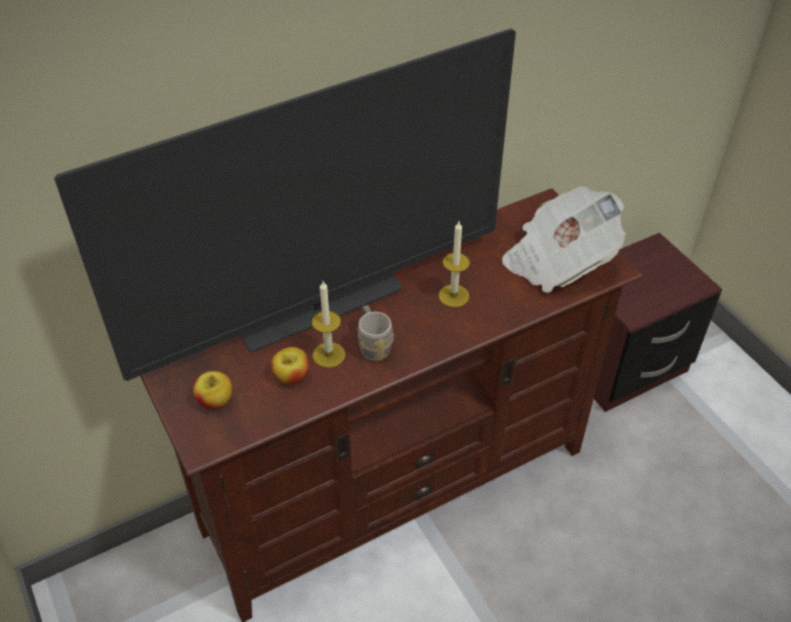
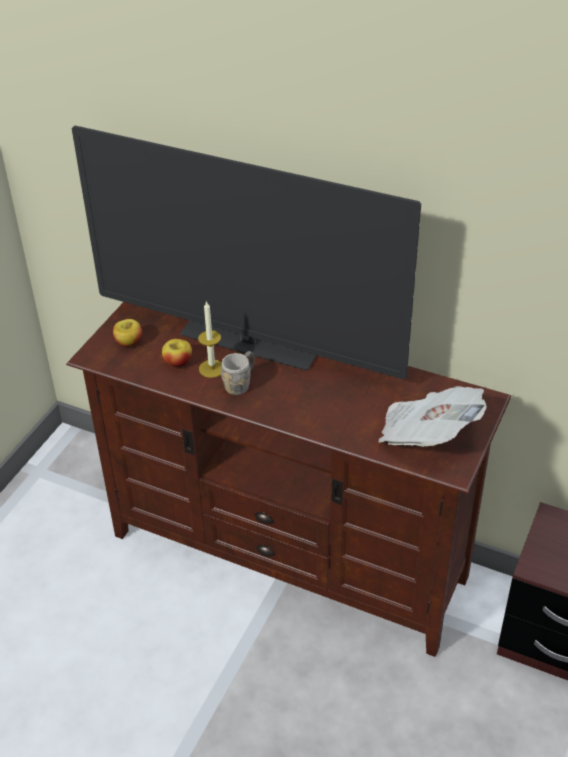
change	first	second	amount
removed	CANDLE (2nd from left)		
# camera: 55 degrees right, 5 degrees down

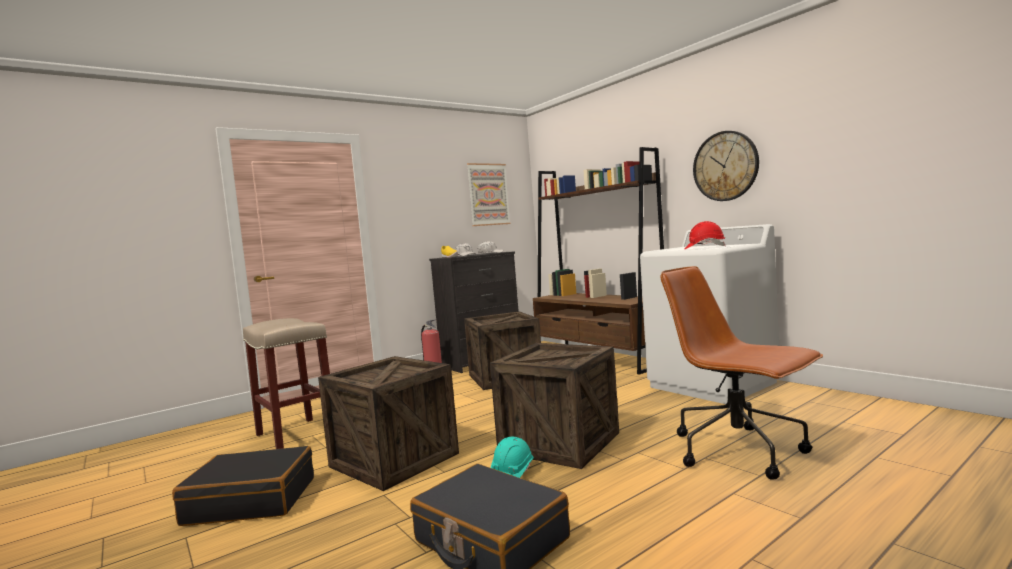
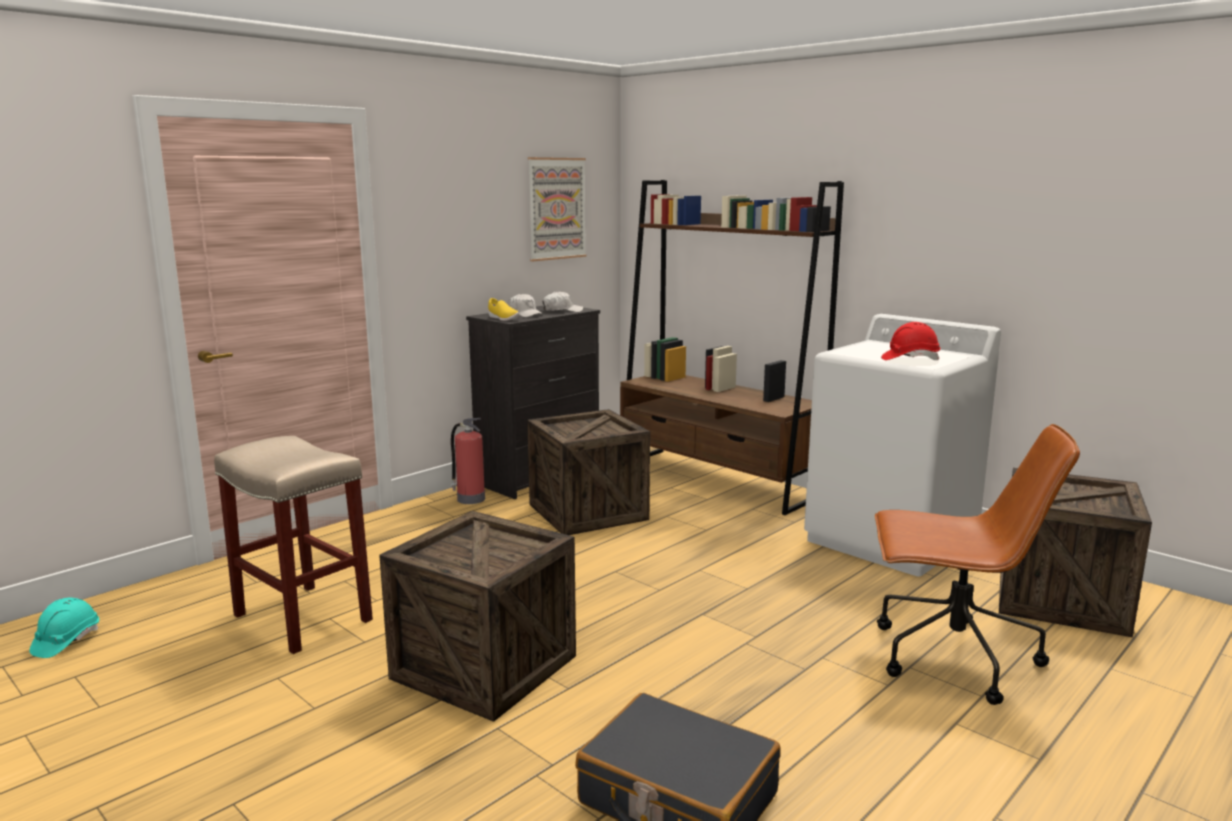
change	first	second	amount
removed	WALL CLOCK		
turned	BROWN OFFICE CHAIR		150 degrees clockwise
moved	CRATE (3rd from left)		
moved	TURQUOISE HARD HAT		
removed	BLACK SUITCASE (1st from left)		
# camera: 10 degrees left, 10 degrees up

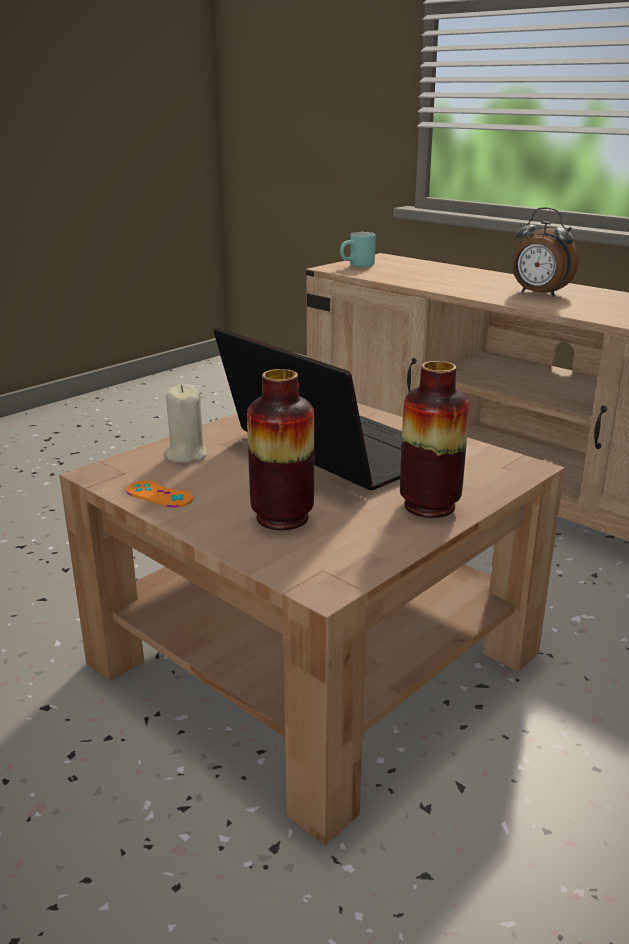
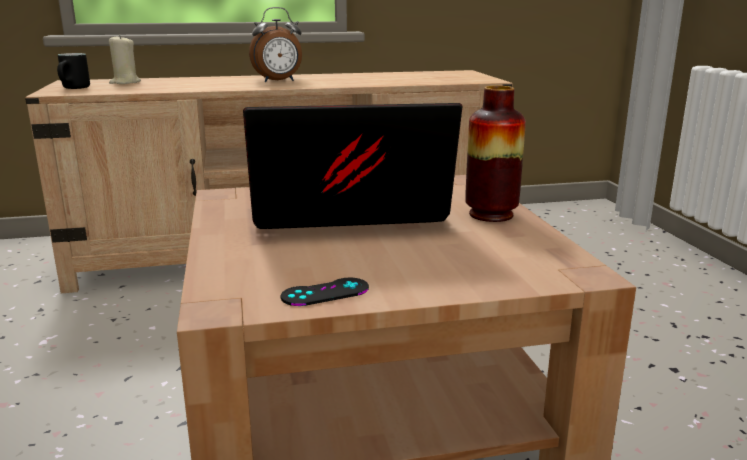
change	first	second	amount
recoloured	TURQUOISE MUG	BLACK MUG	
removed	VASE (1st from left)		
moved	BEIGE CANDLE		
recoloured	ORANGE GAME CONTROLLER	BLACK GAME CONTROLLER	
# camera: 55 degrees left, 5 degrees down

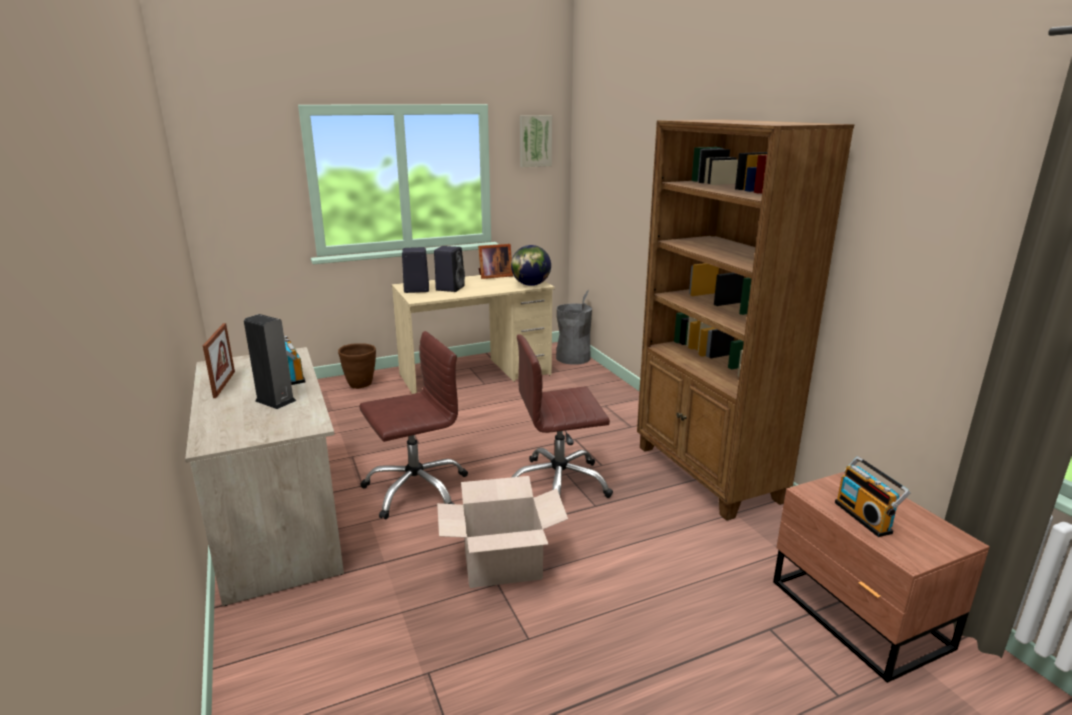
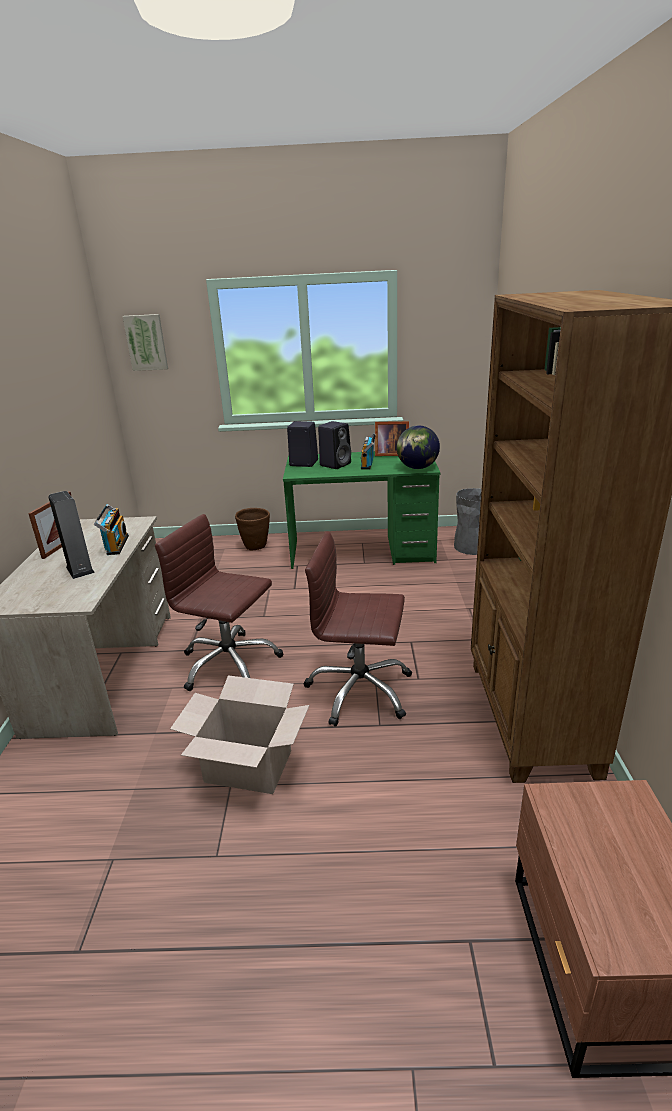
change	first	second	amount
moved	PICTURE		
recoloured	BEIGE DESK (2nd from left)	GREEN DESK	
turned	BROWN OFFICE CHAIR (1st from left)		150 degrees counterclockwise
moved	RADIO (2nd from left)		
# camera: 25 degrees right, 5 degrees up

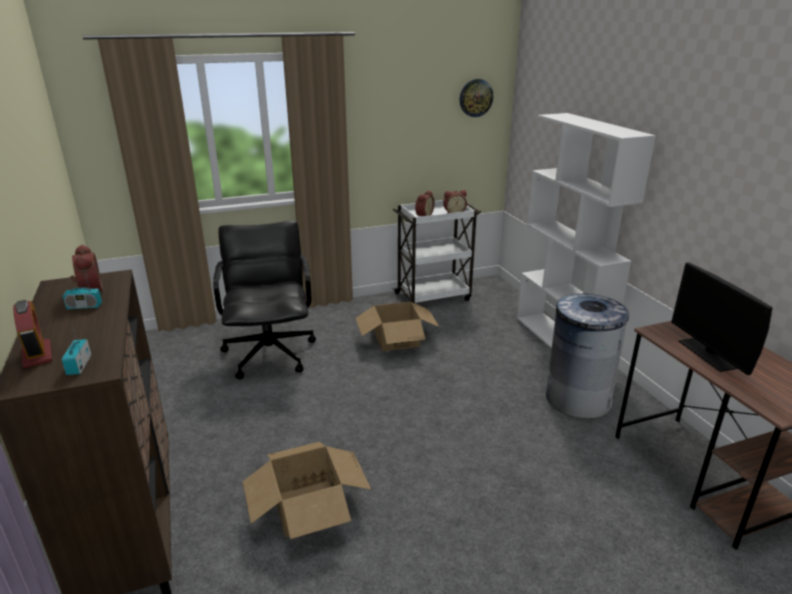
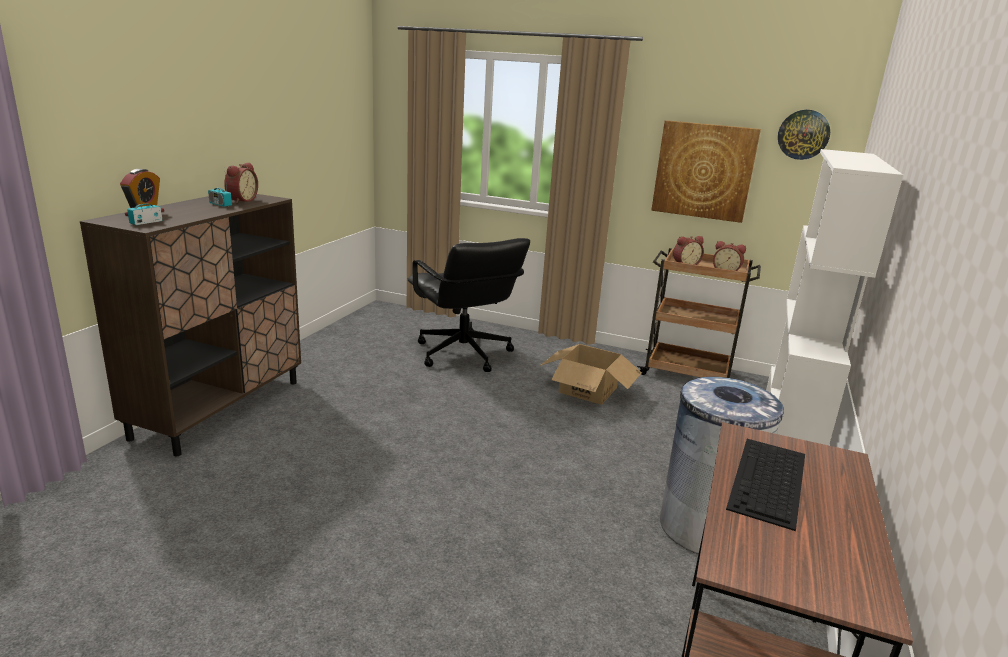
change	first	second	amount
recoloured	WHITE CART	BROWN CART	
turned	BLACK OFFICE CHAIR		120 degrees clockwise
replaced	MONITOR	KEYBOARD	
removed	CARDBOARD BOX (1st from left)		
added		PICTURE	
# camera: 40 degrees right, 5 degrees down

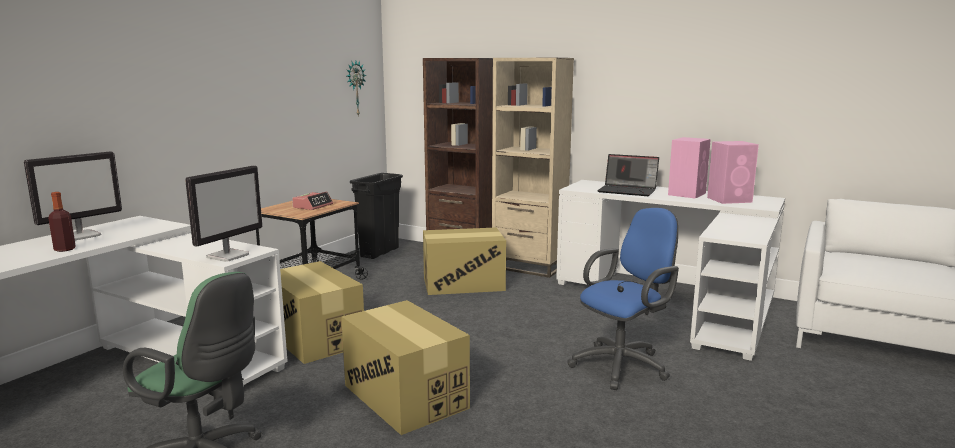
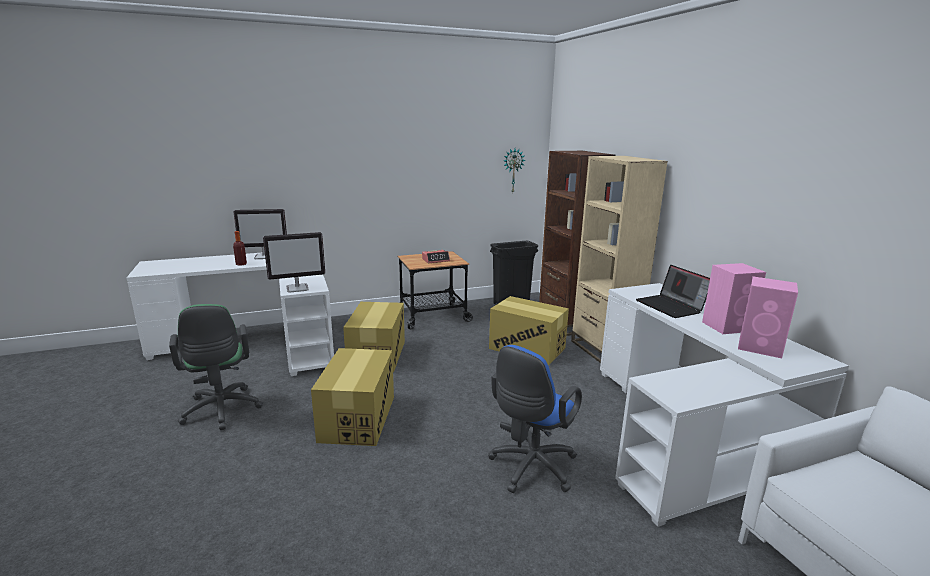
change	first	second	amount
turned	BLUE OFFICE CHAIR		120 degrees clockwise
# camera: 40 degrees right, 5 degrees up

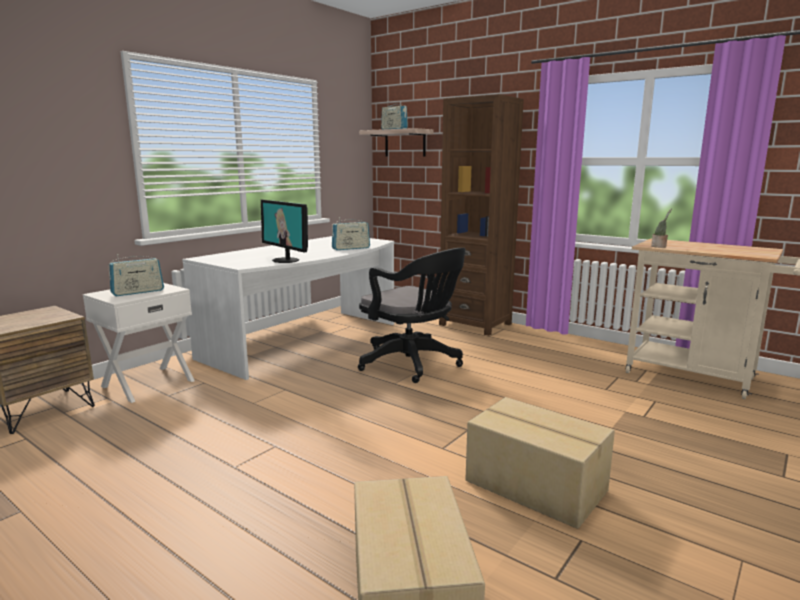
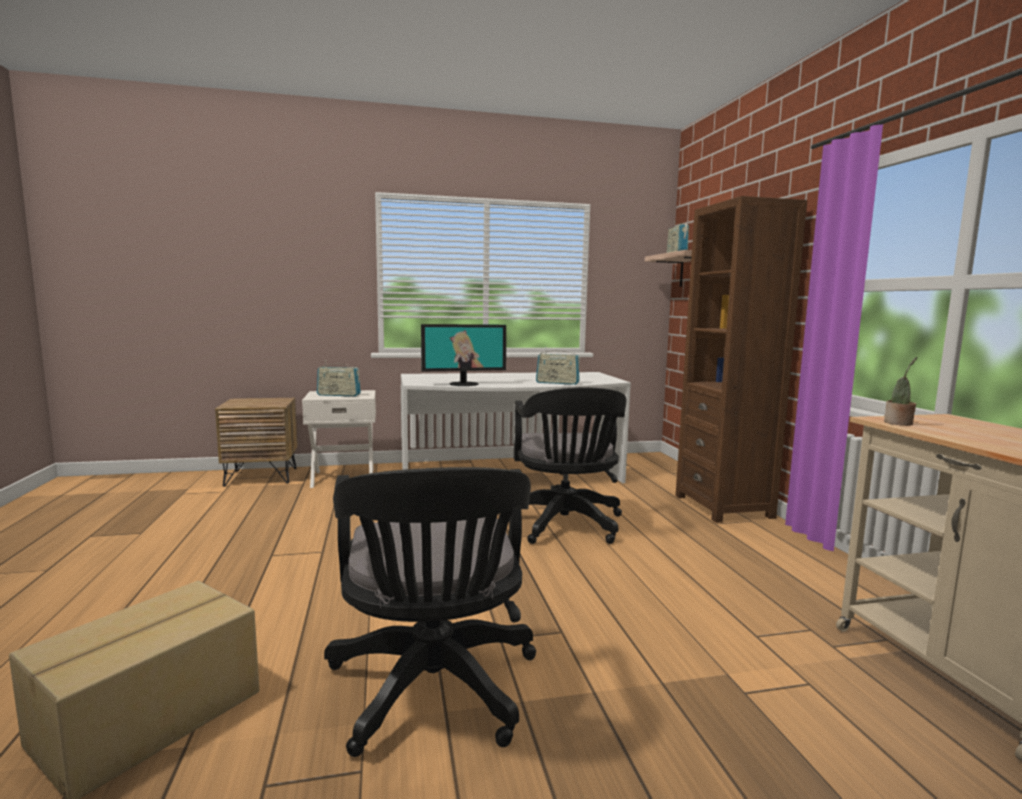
change	first	second	amount
turned	MONITOR		105 degrees counterclockwise
replaced	CARDBOARD BOX (2nd from left)	BLACK OFFICE CHAIR (1st from left)	
# camera: 40 degrees right, 5 degrees down

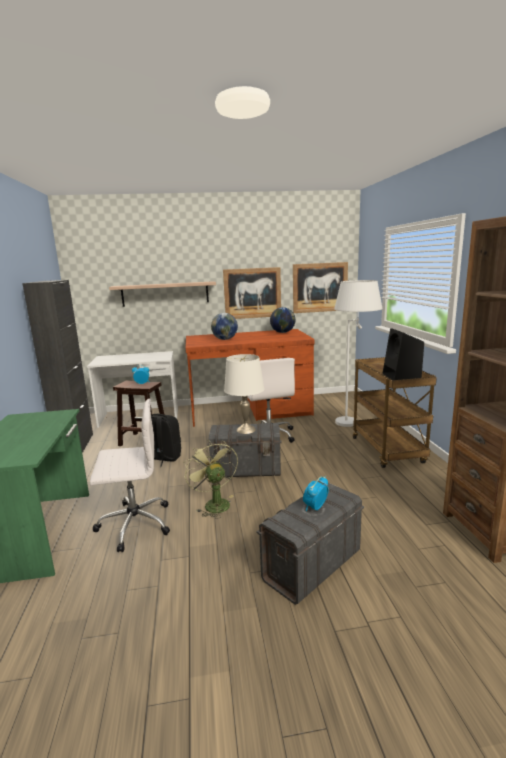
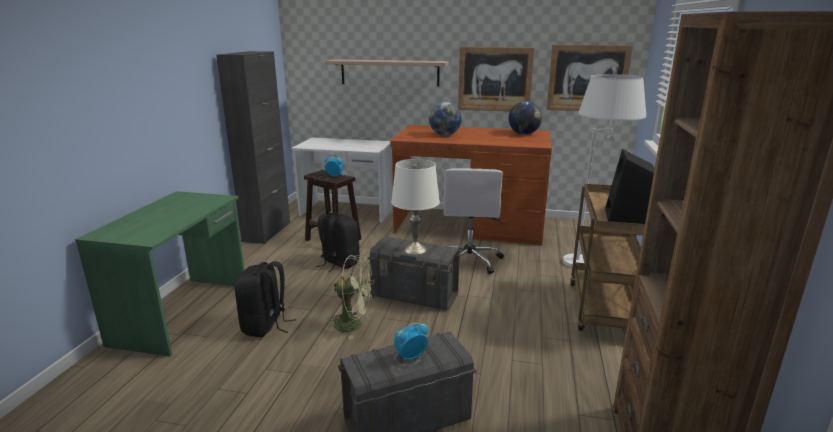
change	first	second	amount
replaced	WHITE OFFICE CHAIR (1st from left)	BLACK BACKPACK (1st from left)	
turned	GREEN FAN		105 degrees clockwise
# camera: 20 degrees right, 5 degrees up

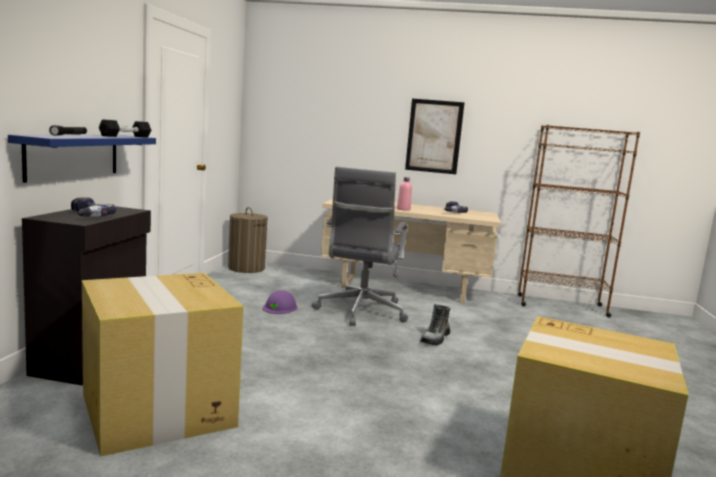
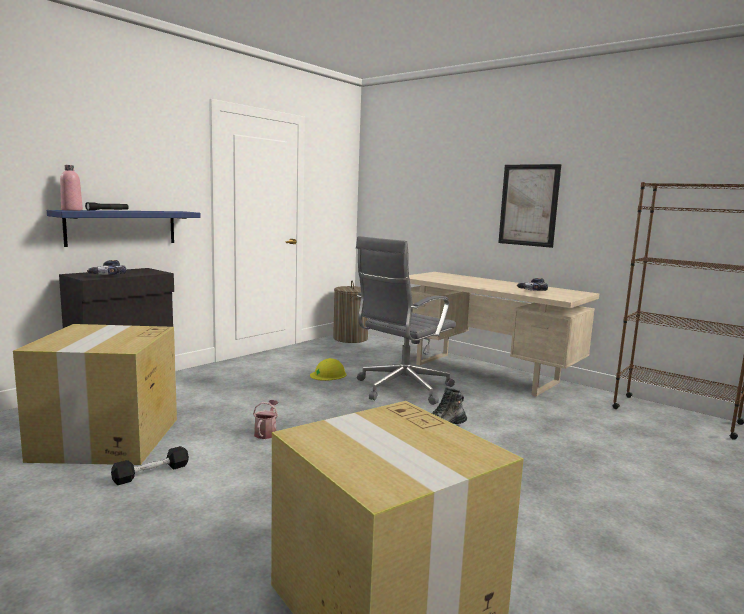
change	first	second	amount
moved	BLACK DUMBBELL		
moved	PINK BOTTLE		
recoloured	PURPLE HARD HAT	YELLOW HARD HAT	
added		WATERING CAN	
# camera: 30 degrees right, 0 degrees up

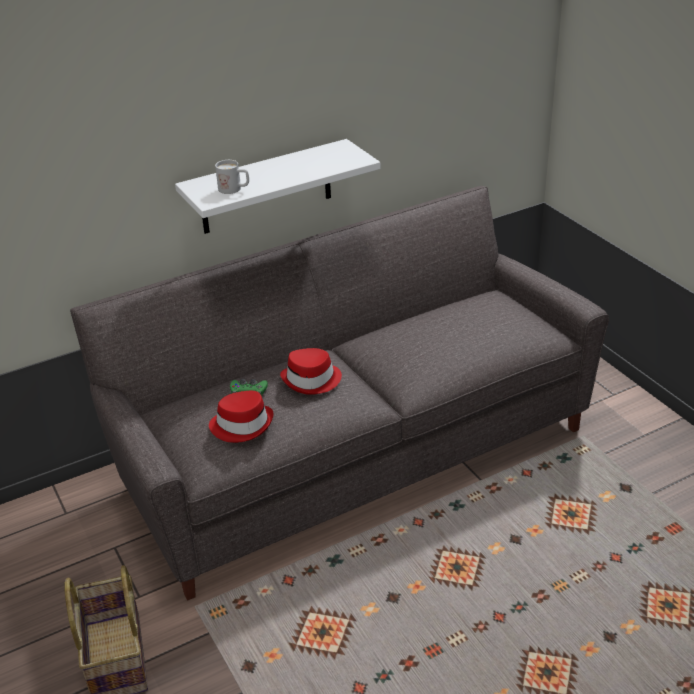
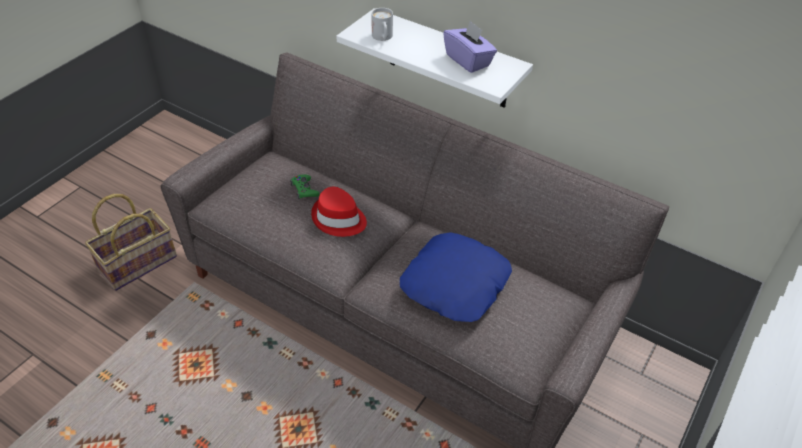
change	first	second	amount
removed	RED HAT (1st from left)		
added		PURPLE TISSUE BOX	
added		BLUE PILLOW	
# camera: 60 degrees right, 10 degrees up

